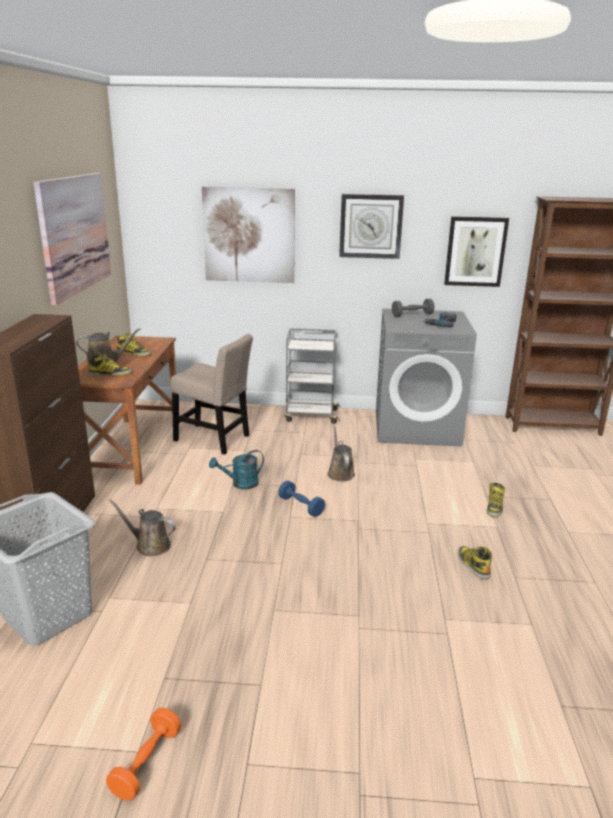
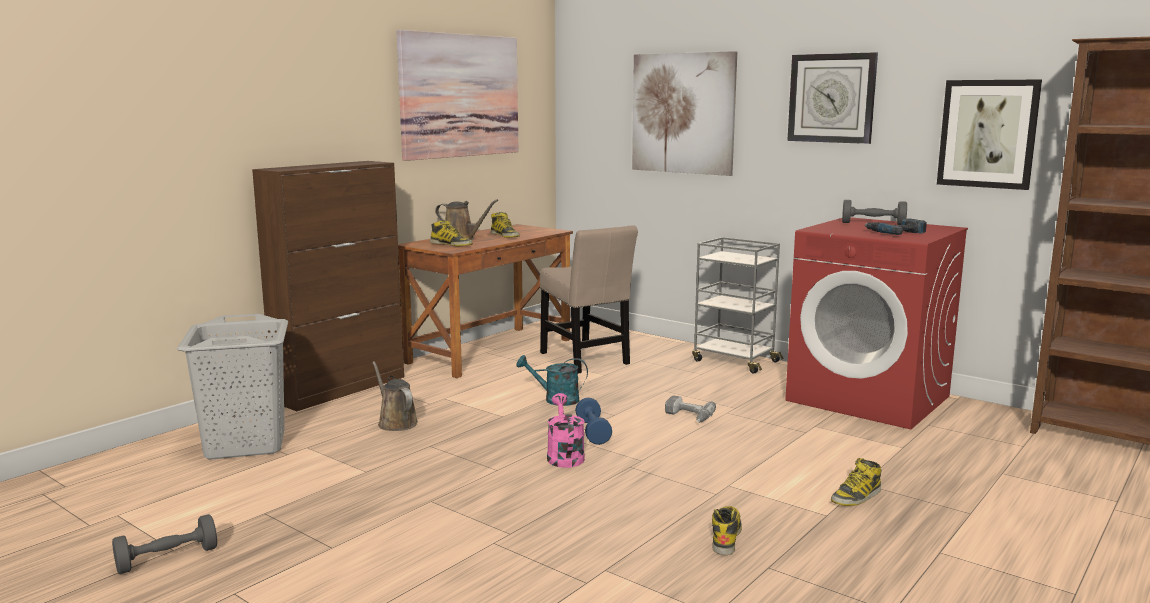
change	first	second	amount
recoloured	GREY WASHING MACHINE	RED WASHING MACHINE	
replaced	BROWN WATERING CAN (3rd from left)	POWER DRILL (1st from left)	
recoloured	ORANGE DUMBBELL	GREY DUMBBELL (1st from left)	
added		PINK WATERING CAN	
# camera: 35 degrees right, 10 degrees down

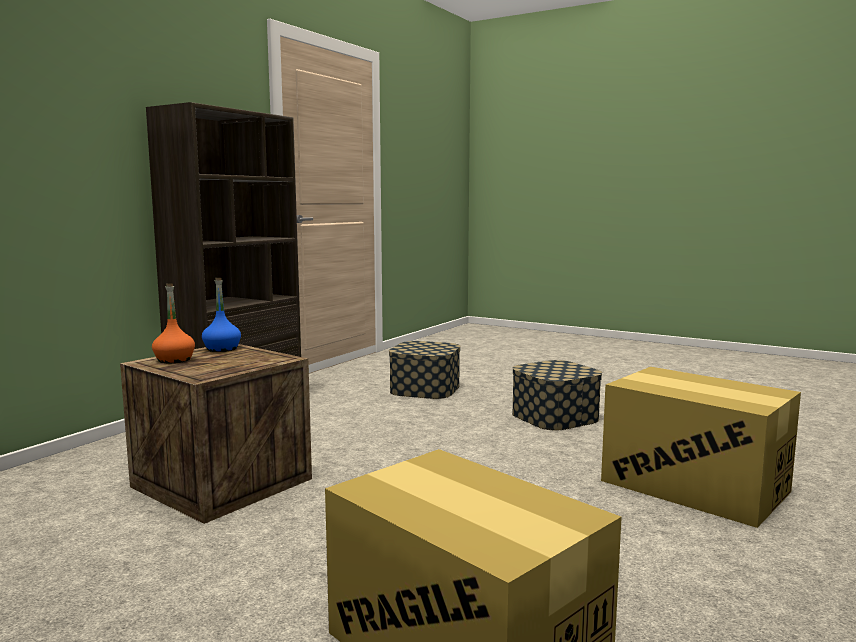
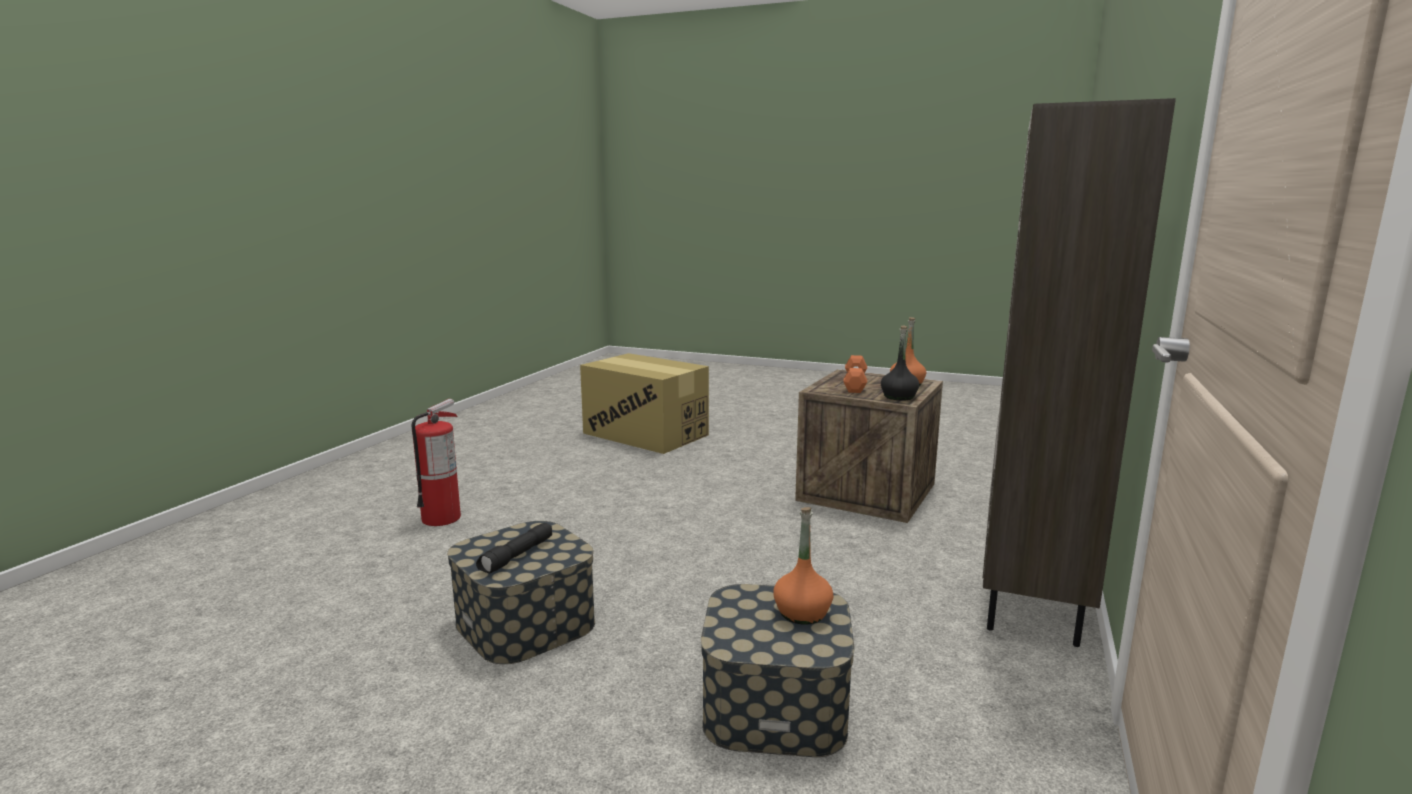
change	first	second	amount
recoloured	BLUE BOTTLE	BLACK BOTTLE	
replaced	CARDBOARD BOX (2nd from left)	FIRE EXTINGUISHER	
added		ORANGE DUMBBELL	
added		ORANGE BOTTLE (1st from left)	
added		BLACK FLASHLIGHT	
# camera: 170 degrees right, 5 degrees up

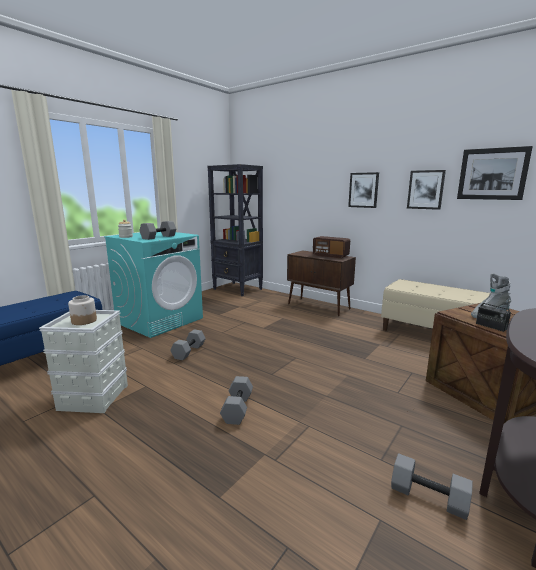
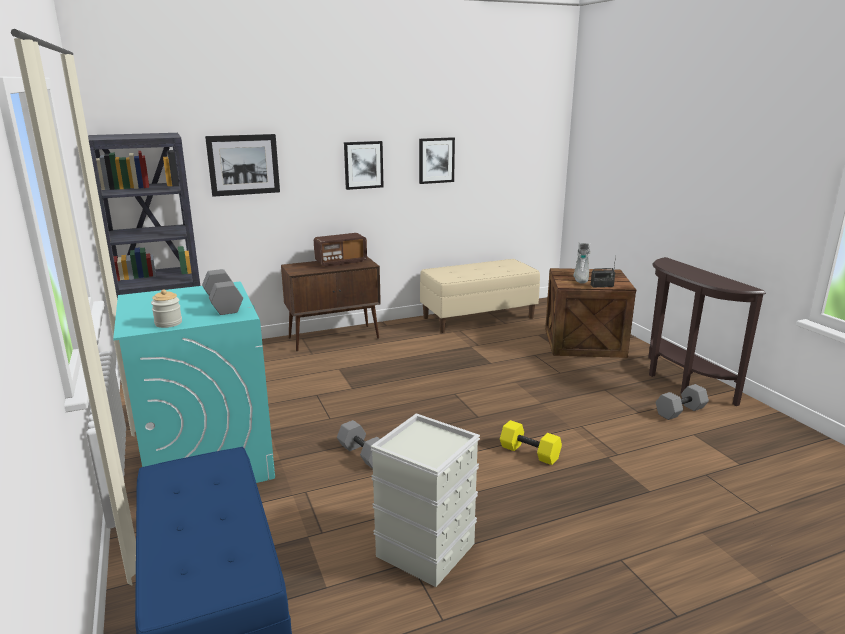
change	first	second	amount
moved	PICTURE (3rd from left in the first image)	PICTURE (1st from left)	
removed	JAR (1st from left)		
recoloured	GREY DUMBBELL (3rd from left)	YELLOW DUMBBELL	
# camera: 60 degrees left, 5 degrees up

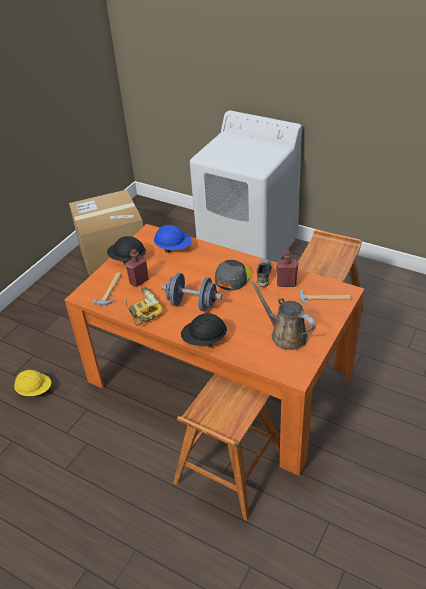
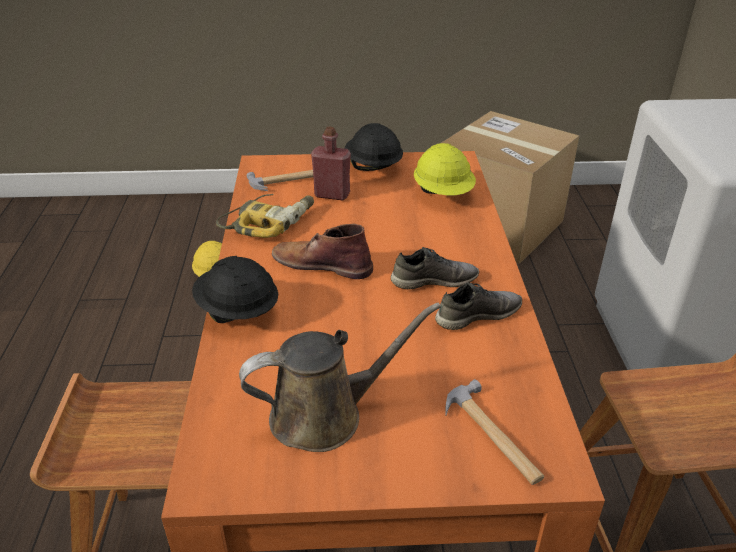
change	first	second	amount
recoloured	BLUE HARD HAT	YELLOW HARD HAT (2nd from left)	
removed	RED BOTTLE (2nd from left)		
replaced	GREY CAP	GREY SHOE (1st from left)	
replaced	GREY DUMBBELL	BROWN BOOT	
turned	BROWN WATERING CAN		60 degrees clockwise
# camera: 55 degrees right, 5 degrees down

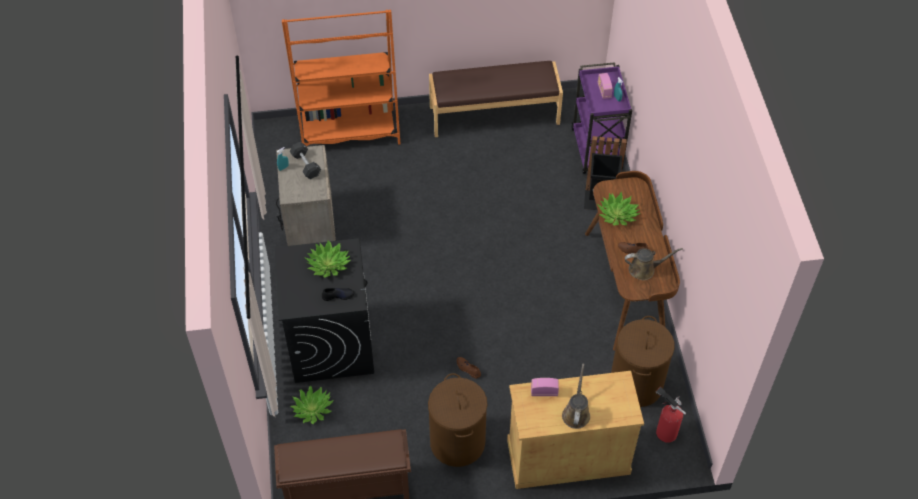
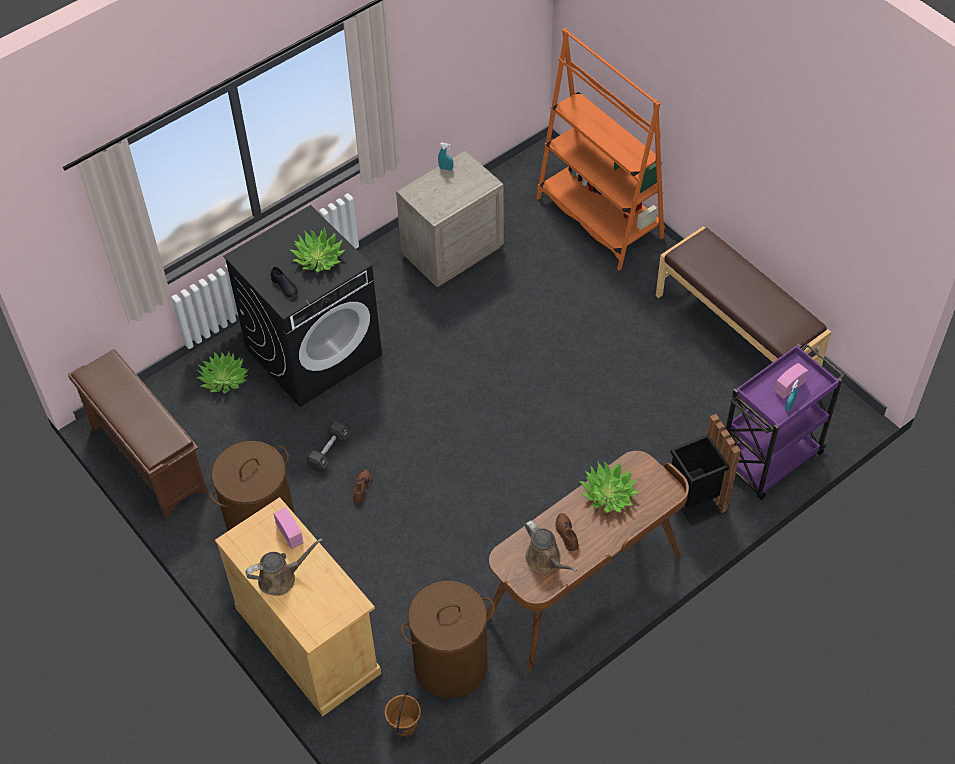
change	first	second	amount
moved	BLACK DUMBBELL		
replaced	FIRE EXTINGUISHER	BROWN BUCKET	
# camera: 60 degrees right, 0 degrees up

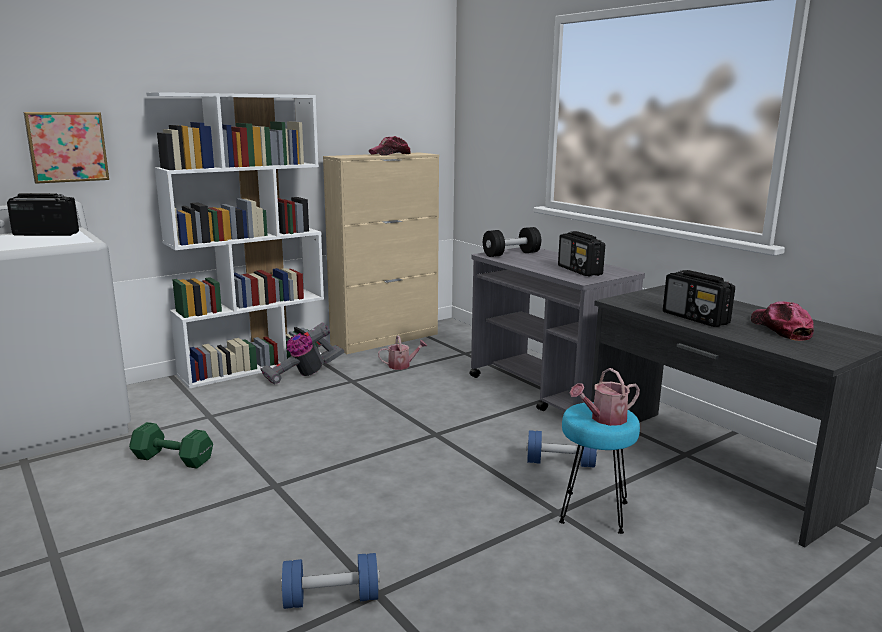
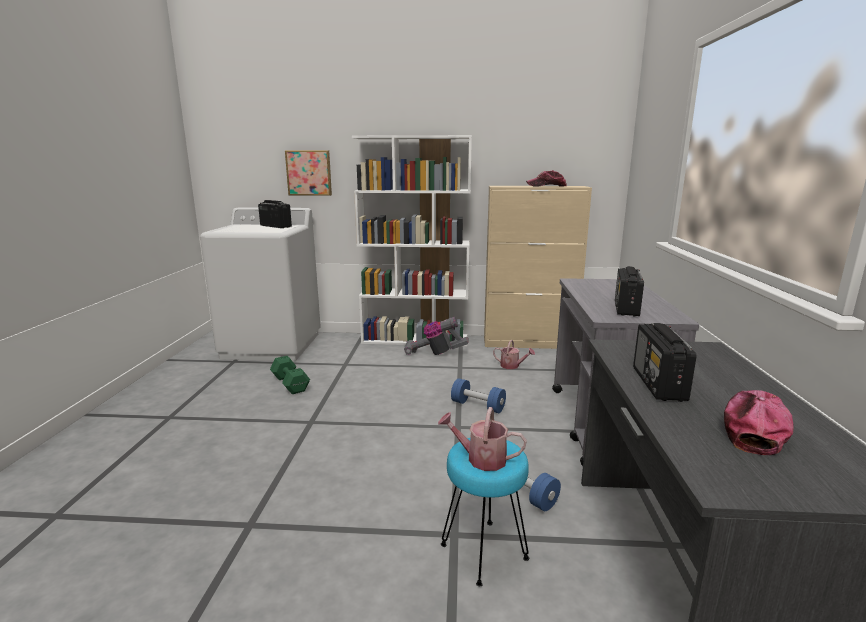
change	first	second	amount
removed	BLACK DUMBBELL		
moved	BLUE DUMBBELL (1st from left)		
# camera: 40 degrees right, 0 degrees up

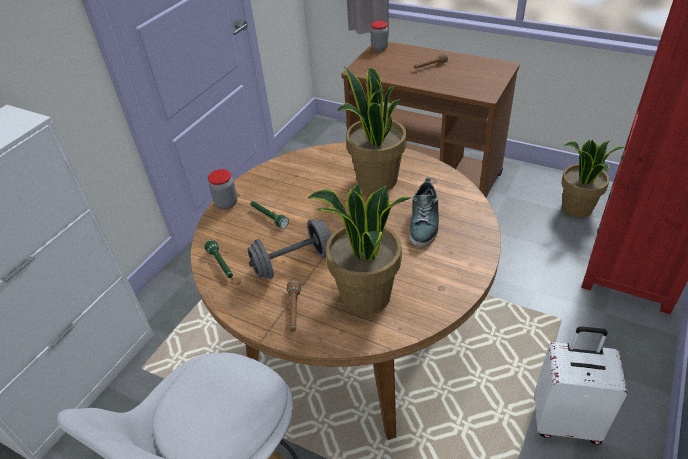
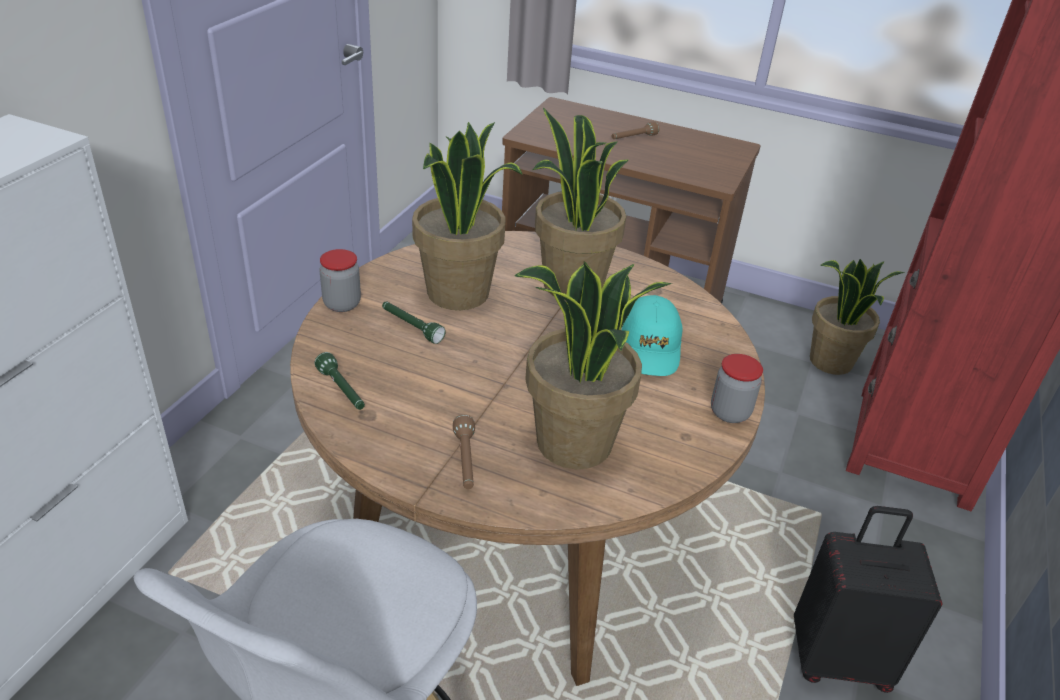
change	first	second	amount
moved	JAR (2nd from left)		
replaced	SHOE	TURQUOISE CAP	
removed	GREY DUMBBELL		
recoloured	WHITE SUITCASE	BLACK SUITCASE	
added		POTTED PLANT (1st from left)	
# camera: 10 degrees left, 5 degrees down

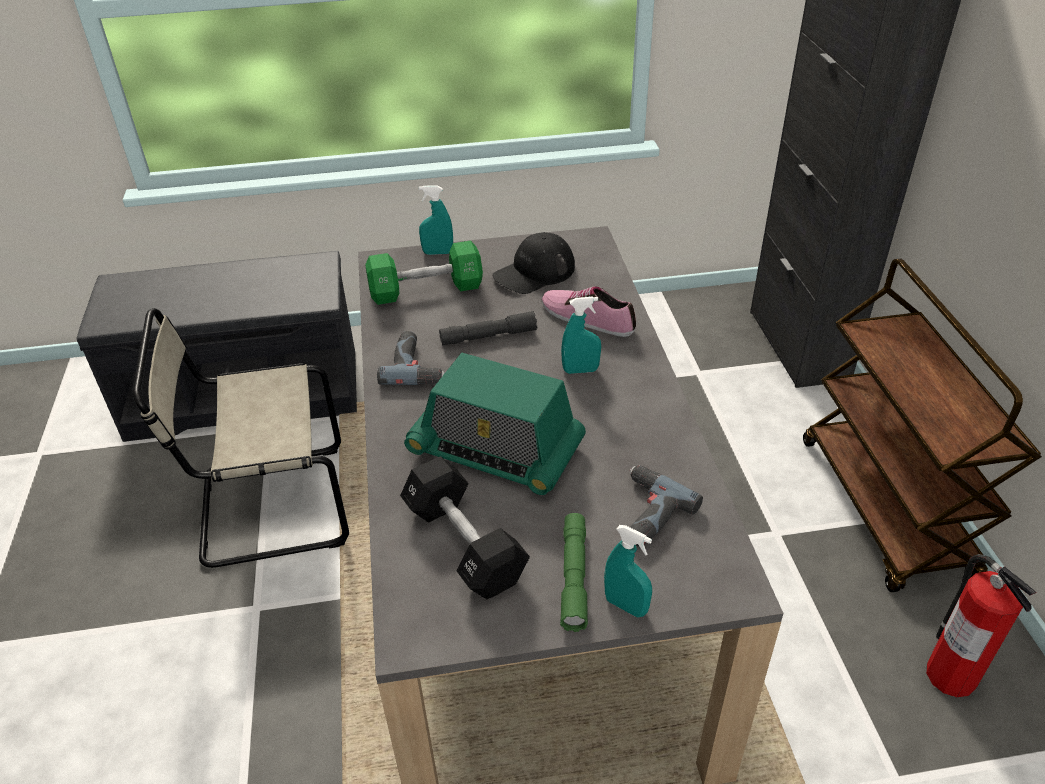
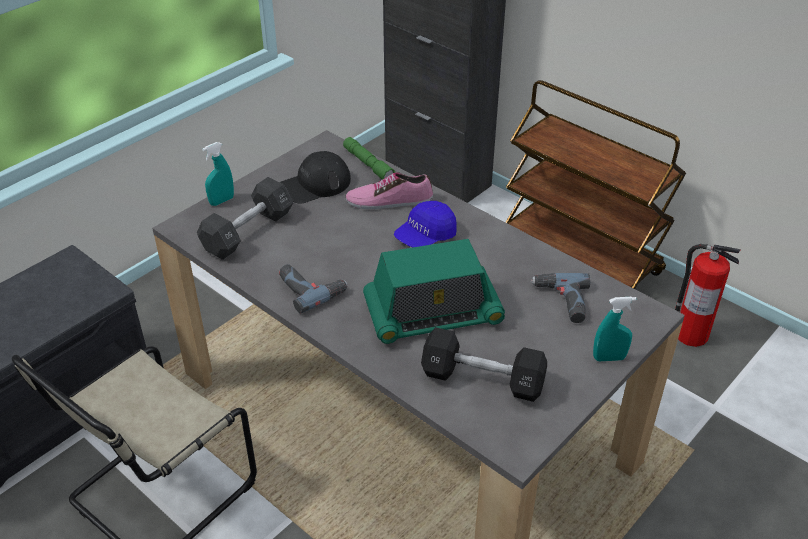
change	first	second	amount
turned	BLACK CAP		45 degrees clockwise
recoloured	GREEN DUMBBELL	BLACK DUMBBELL (1st from left)	
replaced	TURQUOISE SPRAY BOTTLE (2nd from left)	BLUE CAP	
removed	GREY FLASHLIGHT		
moved	GREEN FLASHLIGHT		
# camera: 40 degrees left, 0 degrees up

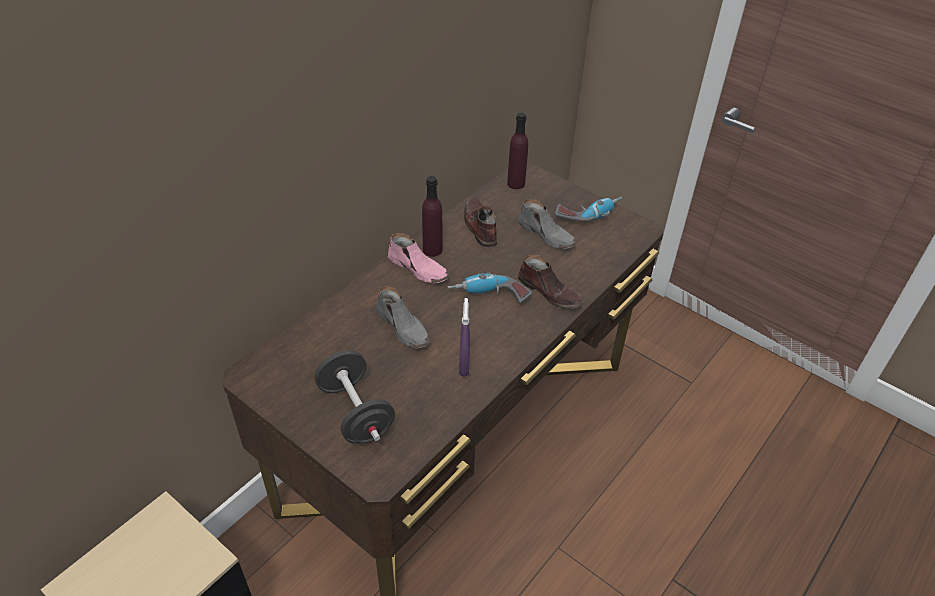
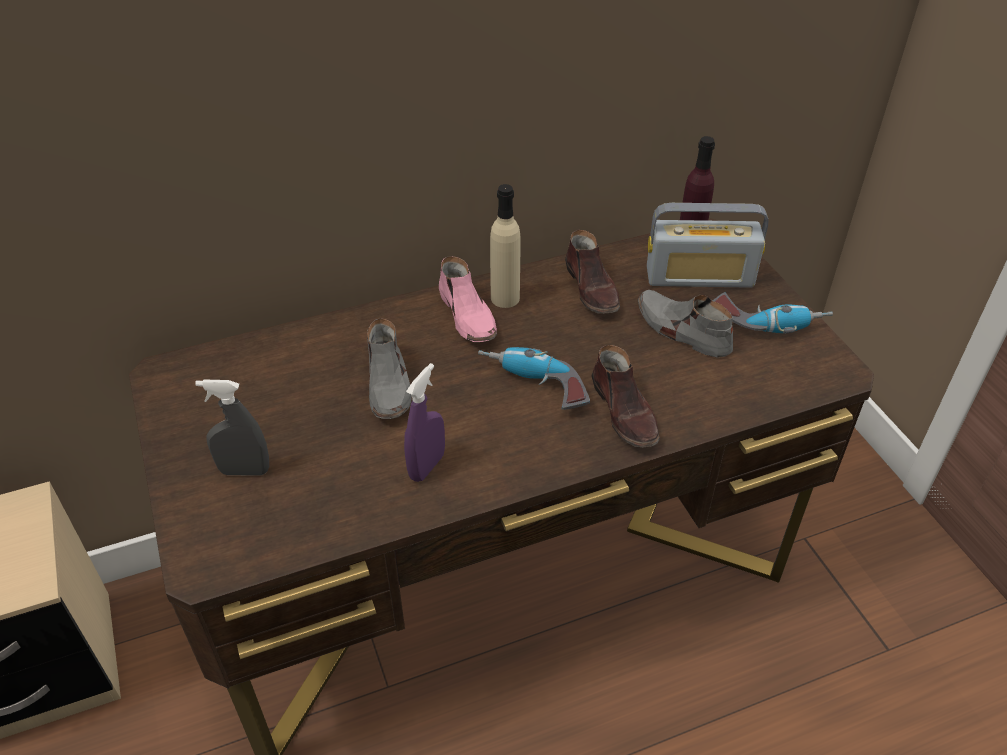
change	first	second	amount
recoloured	PURPLE BOTTLE (1st from left)	BEIGE BOTTLE	
turned	BROWN SHOE (1st from left)		150 degrees clockwise
turned	GREY SHOE (2nd from left)		150 degrees clockwise
replaced	BLACK DUMBBELL	GREY SPRAY BOTTLE	
added		RADIO	
# camera: 30 degrees right, 0 degrees up

